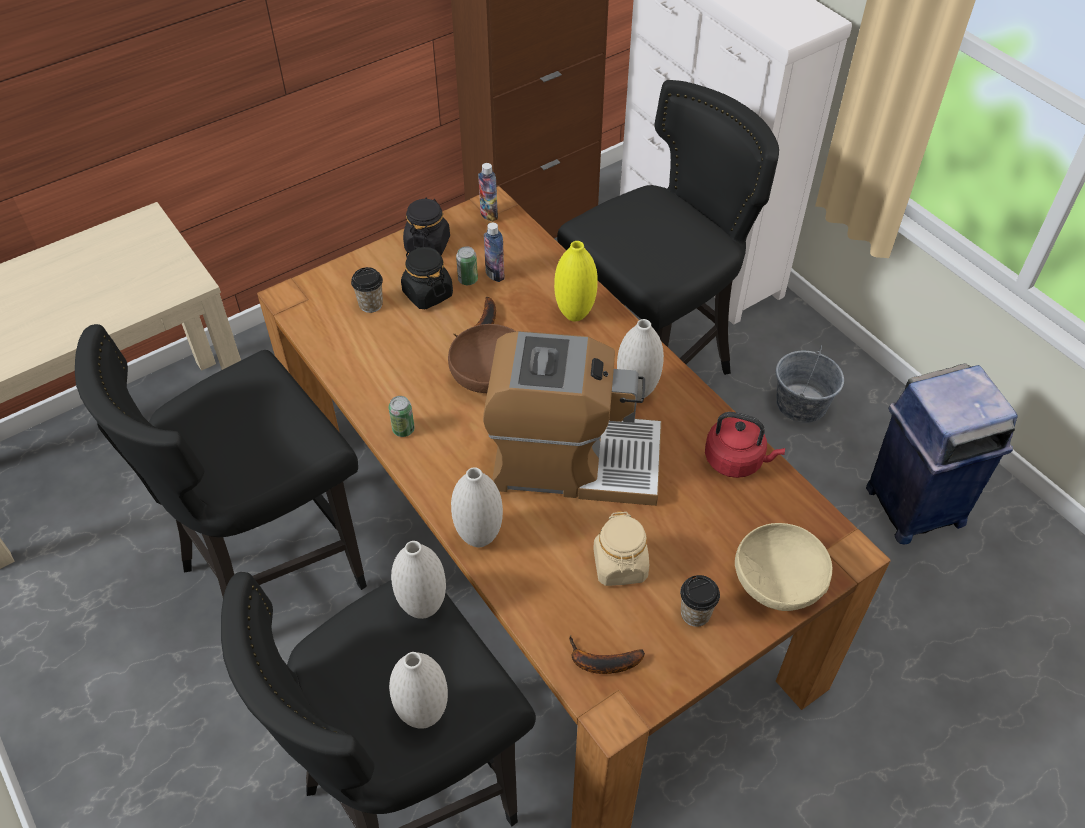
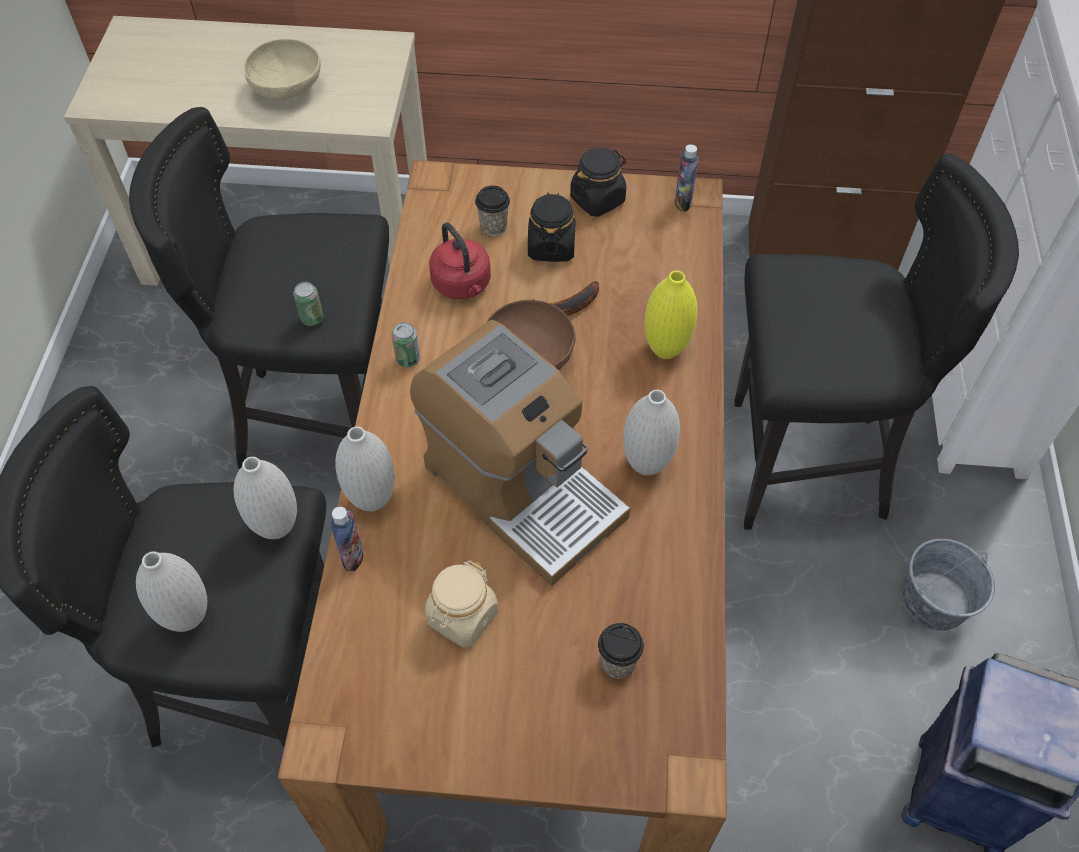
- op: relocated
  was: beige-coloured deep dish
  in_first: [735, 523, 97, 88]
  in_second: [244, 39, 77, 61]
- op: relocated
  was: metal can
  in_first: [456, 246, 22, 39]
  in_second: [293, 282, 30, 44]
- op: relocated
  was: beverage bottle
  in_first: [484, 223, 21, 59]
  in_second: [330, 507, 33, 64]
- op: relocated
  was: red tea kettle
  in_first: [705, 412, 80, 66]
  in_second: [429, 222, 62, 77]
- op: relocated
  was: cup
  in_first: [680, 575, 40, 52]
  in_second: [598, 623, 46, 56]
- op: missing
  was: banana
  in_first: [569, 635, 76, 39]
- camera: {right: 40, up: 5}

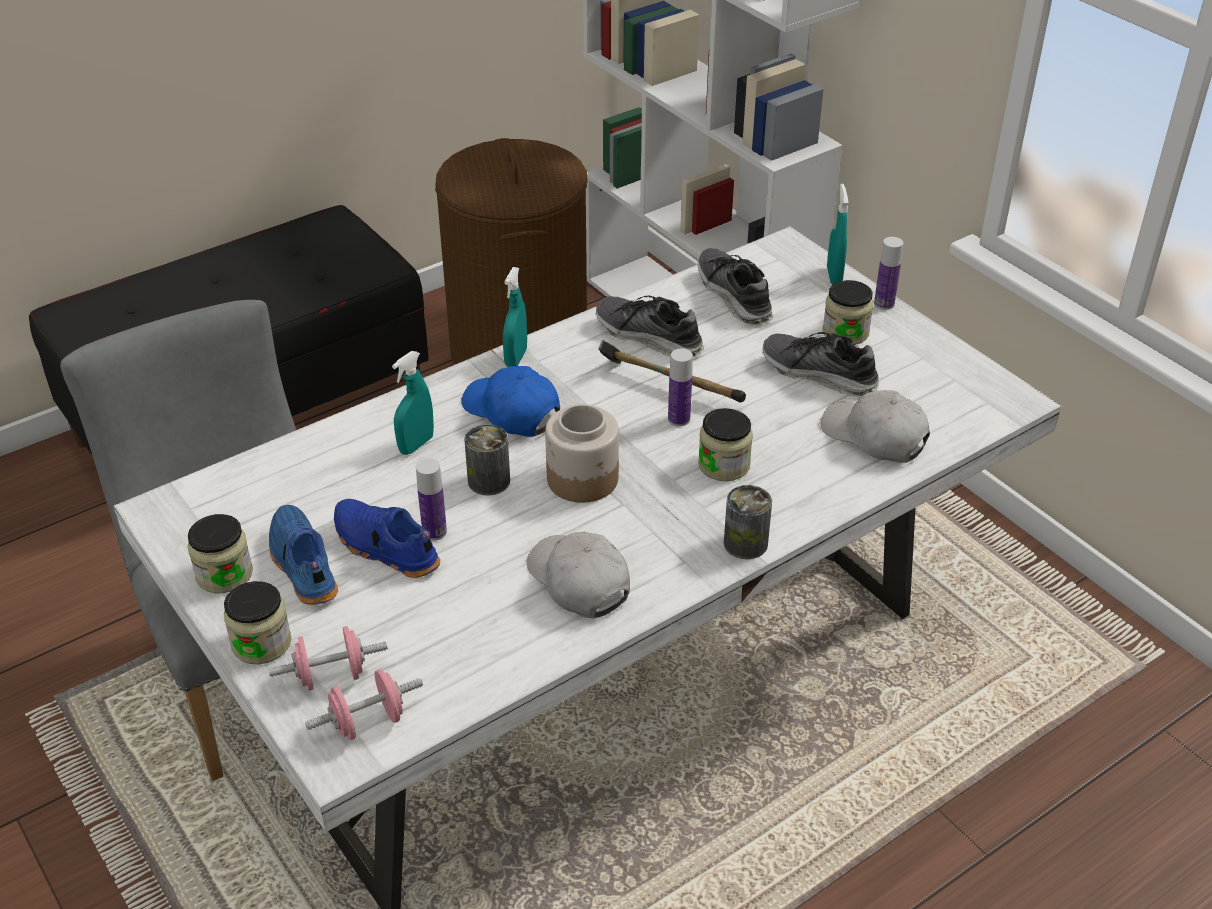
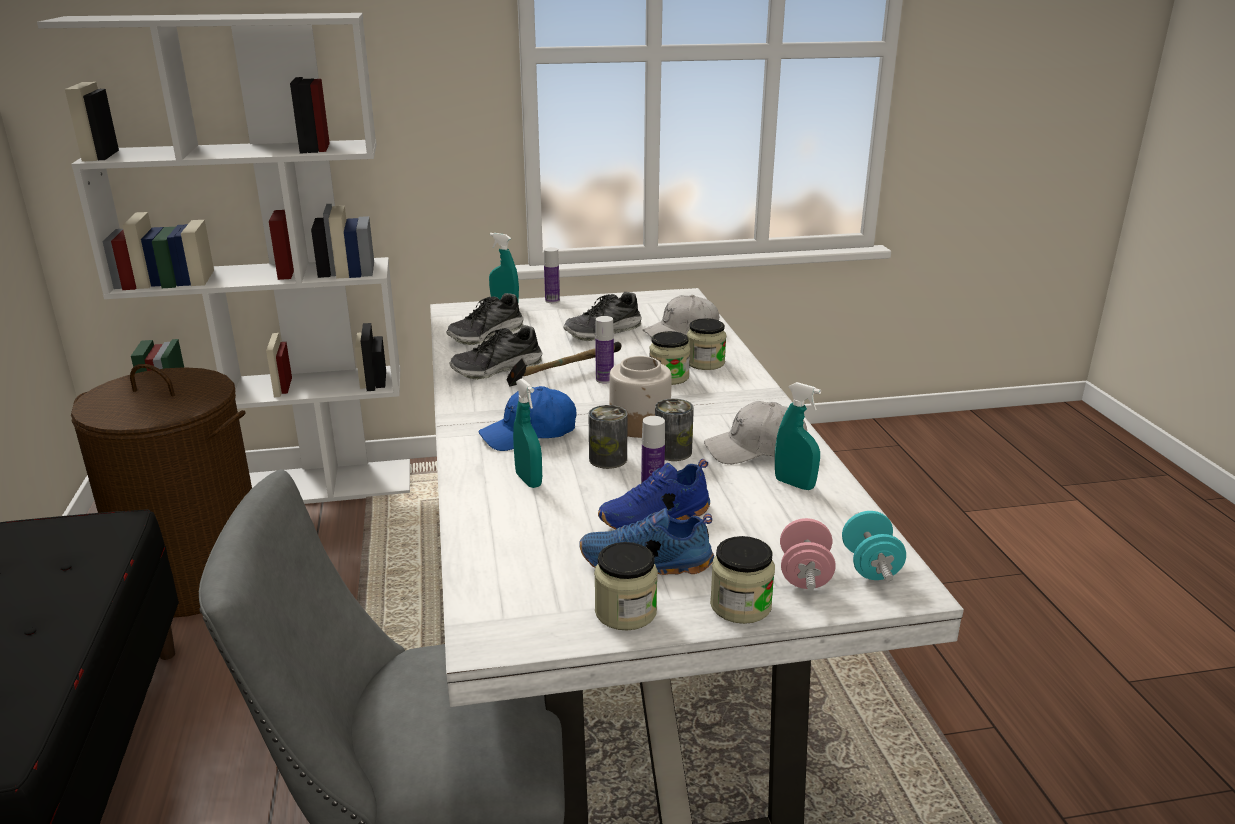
- op: spun
  was: item of footwear
  in_first: [697, 248, 76, 77]
  in_second: [447, 293, 77, 52]
  clockwise: -45
- op: relocated
  was: metal can
  in_first: [724, 485, 48, 74]
  in_second: [655, 399, 39, 62]
- op: relocated
  was: storage jar
  in_first: [822, 280, 51, 65]
  in_second: [687, 318, 40, 52]
- op: relocated
  was: turquoise-coloured sprayer
  in_first: [503, 267, 24, 100]
  in_second: [775, 382, 46, 108]
- op: colour
  was: pink-coloured hand weight
  now: turquoise-coloured hand weight
  in_first: [305, 669, 118, 71]
  in_second: [842, 511, 64, 70]
- camera: {right: -65, up: -15}

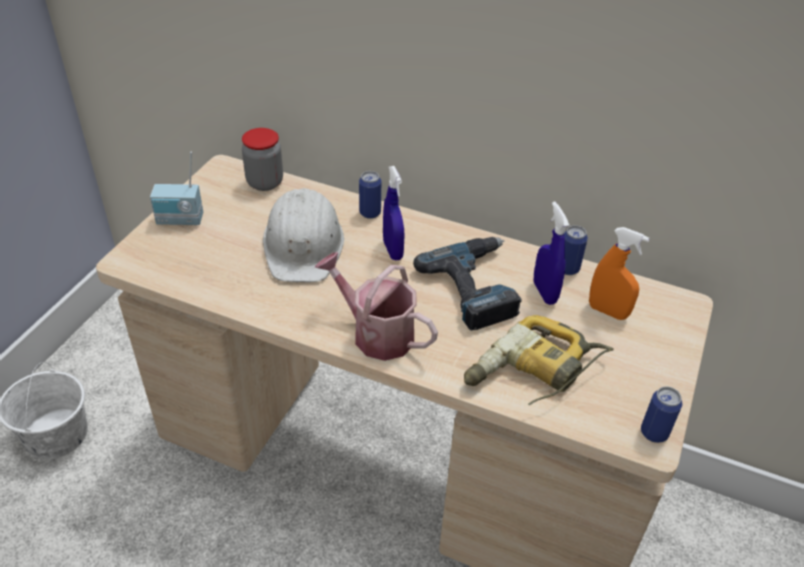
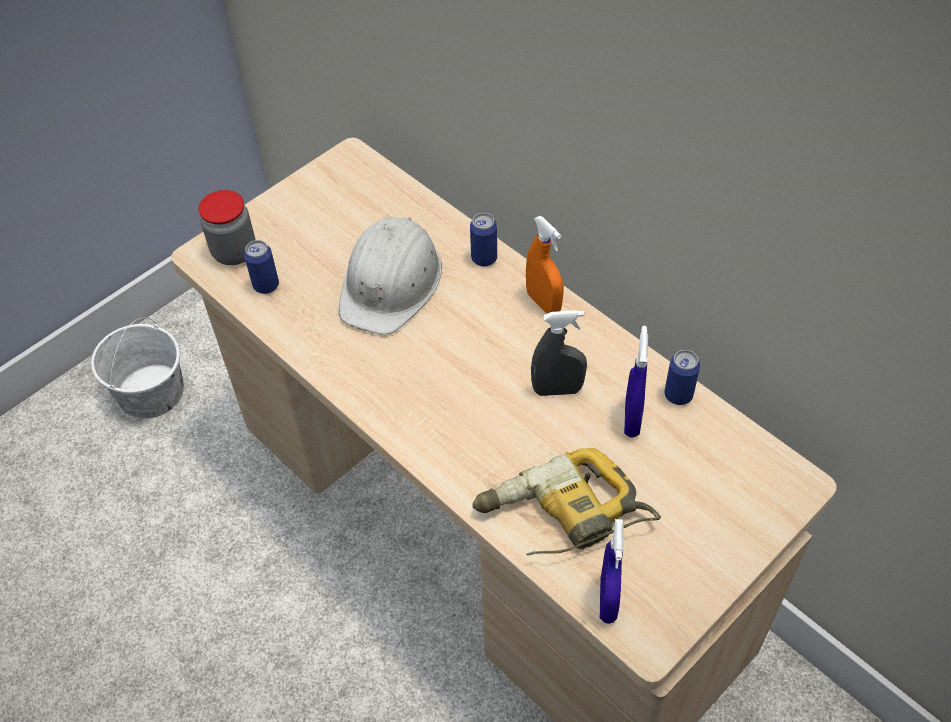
- op: relocated
  was: storage jar
  in_first: [242, 128, 41, 63]
  in_second: [199, 190, 56, 75]
- op: relocated
  was: metal can
  in_first: [641, 386, 41, 57]
  in_second: [244, 240, 35, 54]
- op: relocated
  was: orange-coloured sprayer
  in_first: [589, 227, 60, 93]
  in_second: [526, 216, 38, 98]
- op: exchanged
  was: power drill
  now: gray sprayer
  in_first: [413, 237, 109, 93]
  in_second: [531, 310, 56, 86]
- op: relocated
  was: bluish sprayer
  in_first: [383, 166, 22, 94]
  in_second: [600, 519, 24, 105]
- op: missing
  was: radio
  in_first: [150, 152, 53, 73]
- op: missing
  was: watering pot
  in_first: [315, 252, 123, 109]
- camera: {right: 25, up: 10}

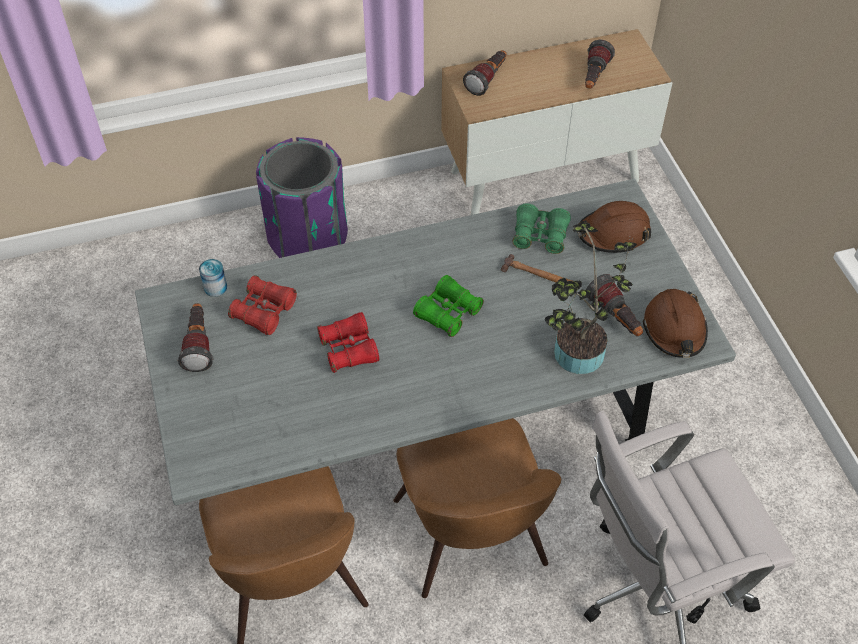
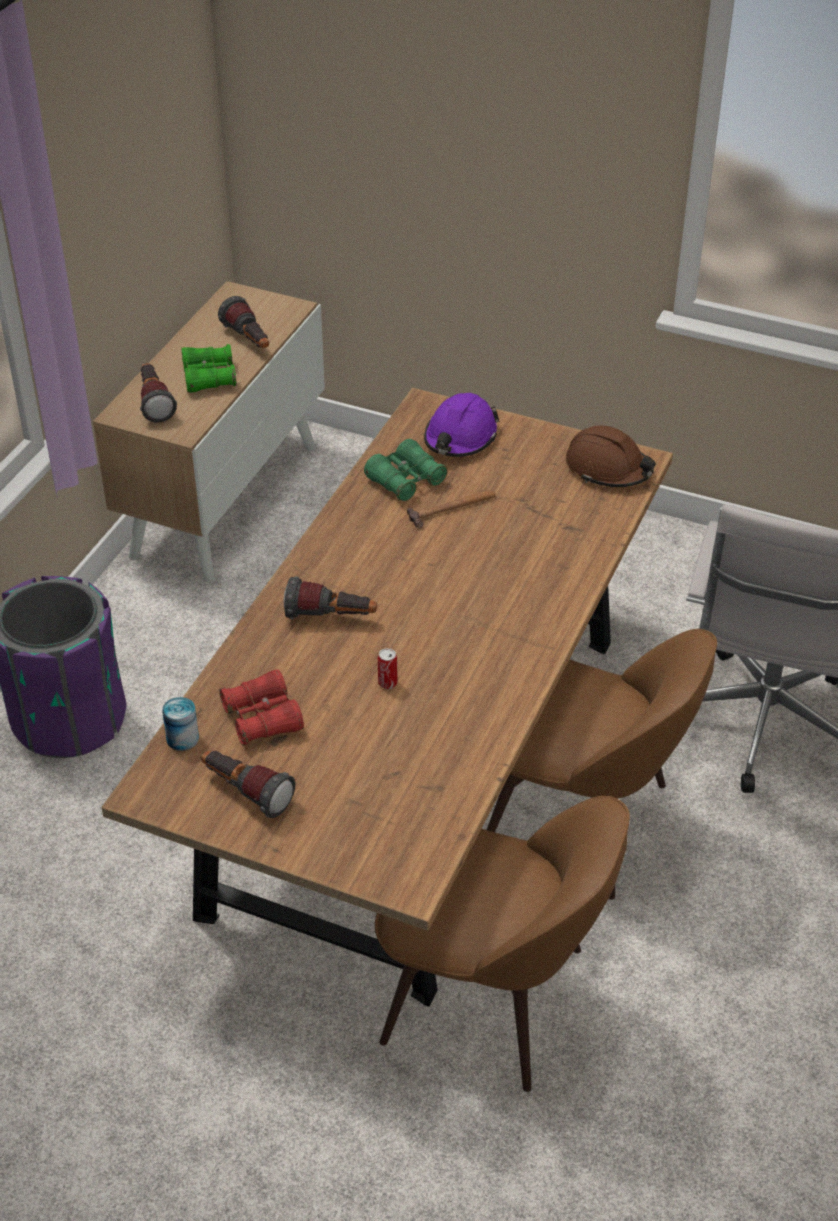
- op: colour
  was: gray kitchen table
  now: brownish kitchen table
  in_first: [135, 179, 601, 327]
  in_second: [102, 388, 571, 619]
- op: relocated
  was: green-coloured field glasses
  in_first: [413, 275, 71, 62]
  in_second: [181, 344, 56, 49]
- op: relocated
  was: flashlight
  in_first: [586, 274, 57, 62]
  in_second: [284, 577, 93, 42]
- op: exchanged
  was: red field glasses
  now: metal can
  in_first: [317, 312, 62, 61]
  in_second: [378, 648, 19, 41]
- op: colour
  was: brownish work helmet
  now: purplish work helmet
  in_first: [577, 201, 74, 52]
  in_second: [424, 393, 76, 64]
- op: missing
  was: houseplant
  in_first: [545, 223, 92, 151]
- camera: {right: -50, up: -10}

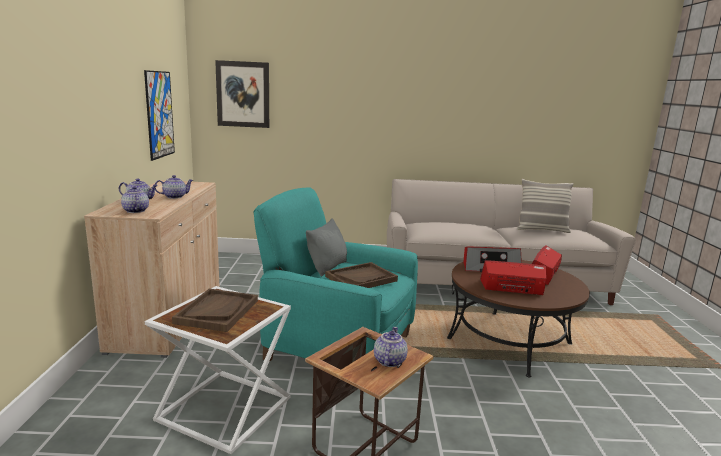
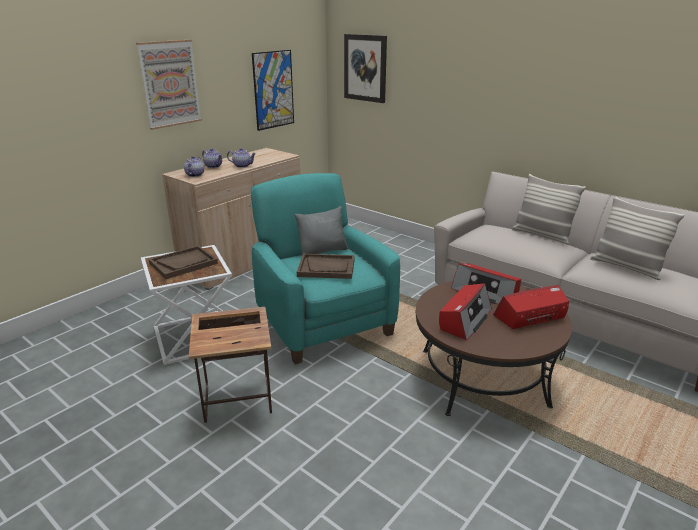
- op: appeared
  now: wall picture
  in_second: [136, 40, 66, 90]
- op: spun
  was: radio
  in_first: [480, 260, 66, 35]
  in_second: [439, 284, 53, 57]
  clockwise: 75
- op: appeared
  now: pillow
  in_second: [512, 174, 74, 70]
- op: missing
  was: teapot
  in_first: [374, 327, 34, 40]
- camera: {right: 40, up: 10}

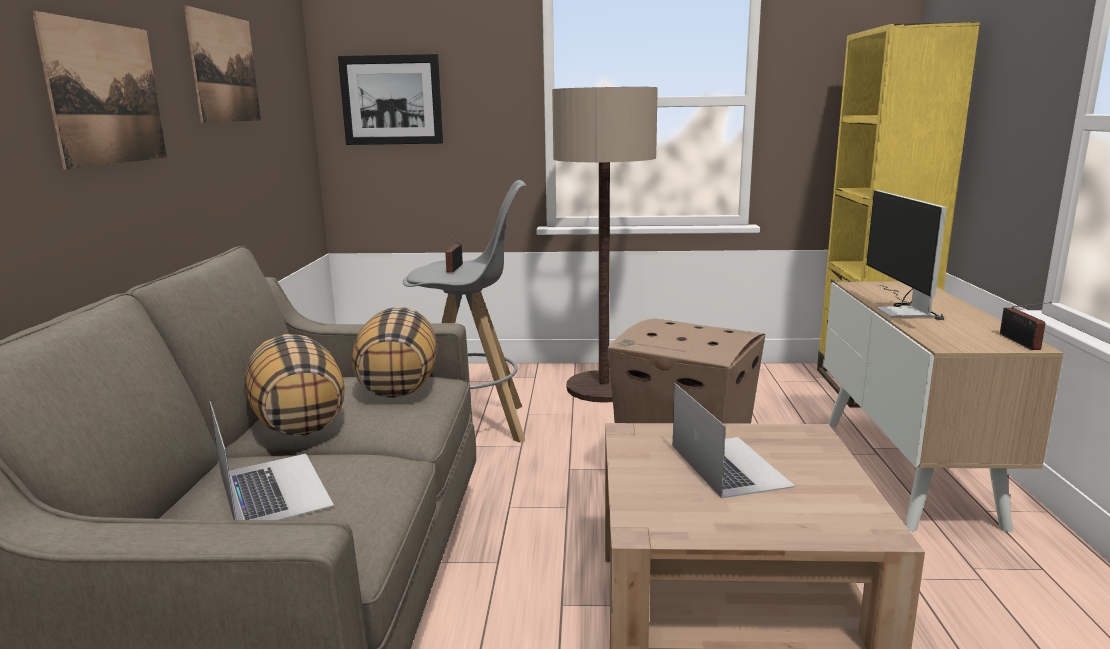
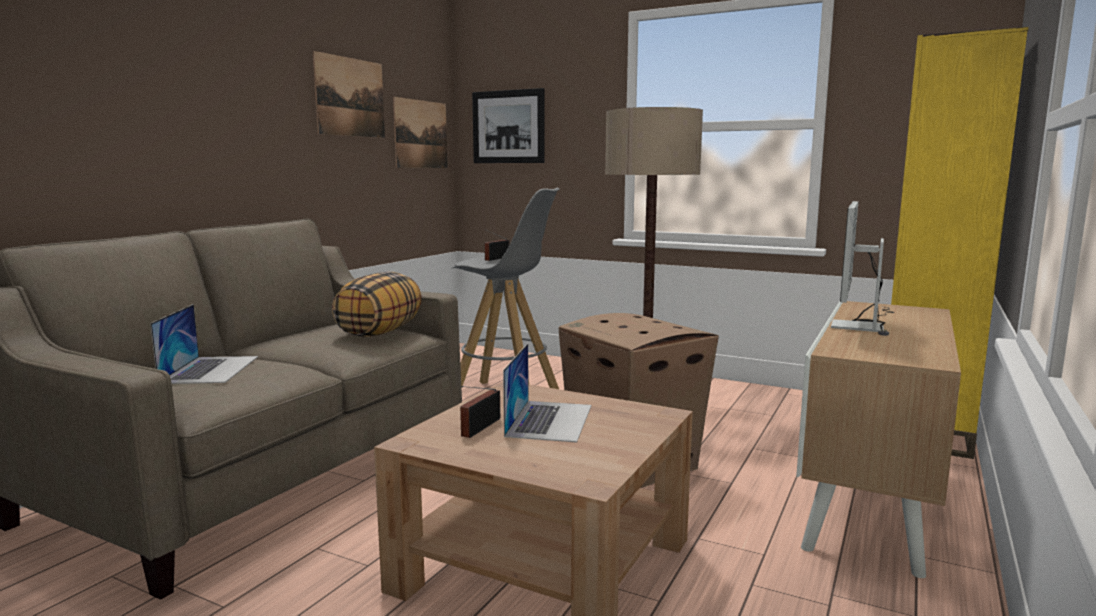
- op: relocated
  was: wall picture
  in_first: [32, 11, 135, 159]
  in_second: [393, 97, 55, 71]
- op: relocated
  was: radio
  in_first: [1000, 302, 52, 48]
  in_second: [460, 386, 40, 52]
- op: missing
  was: pillow
  in_first: [245, 334, 100, 102]
- camera: {right: 25, up: -5}

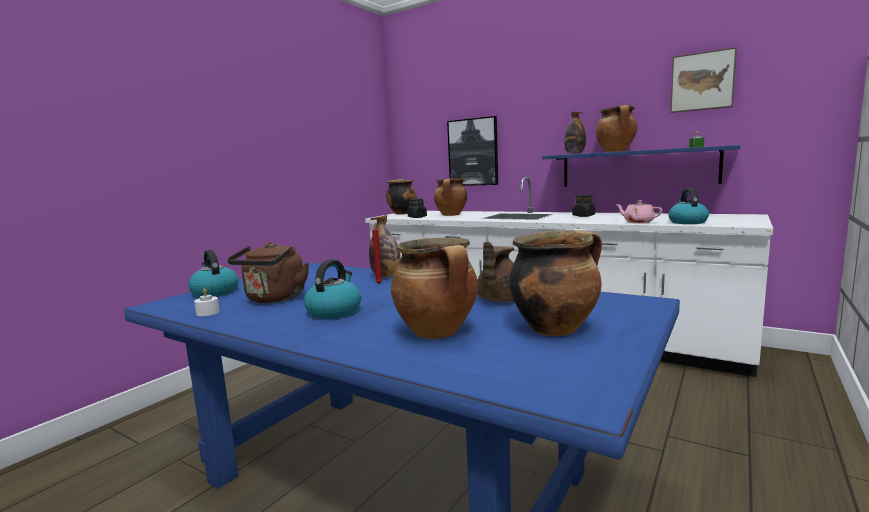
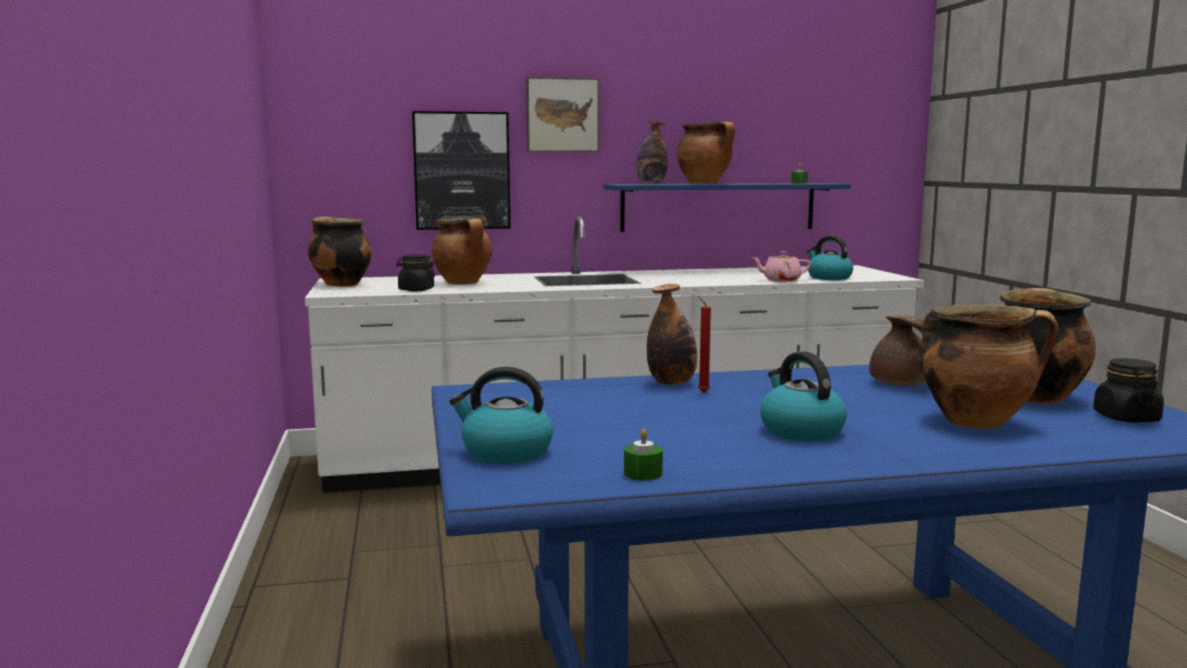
- op: relocated
  was: wall picture
  in_first: [670, 47, 67, 66]
  in_second: [526, 77, 73, 75]
- op: colour
  was: white-coloured candle
  now: green-coloured candle
  in_first: [194, 288, 26, 28]
  in_second: [624, 429, 39, 51]
- op: relocated
  was: blackish storage jar
  in_first: [572, 194, 23, 23]
  in_second: [1093, 358, 71, 64]
- op: missing
  was: brownish tea kettle
  in_first: [227, 242, 82, 61]
- camera: {right: -45, up: 0}

